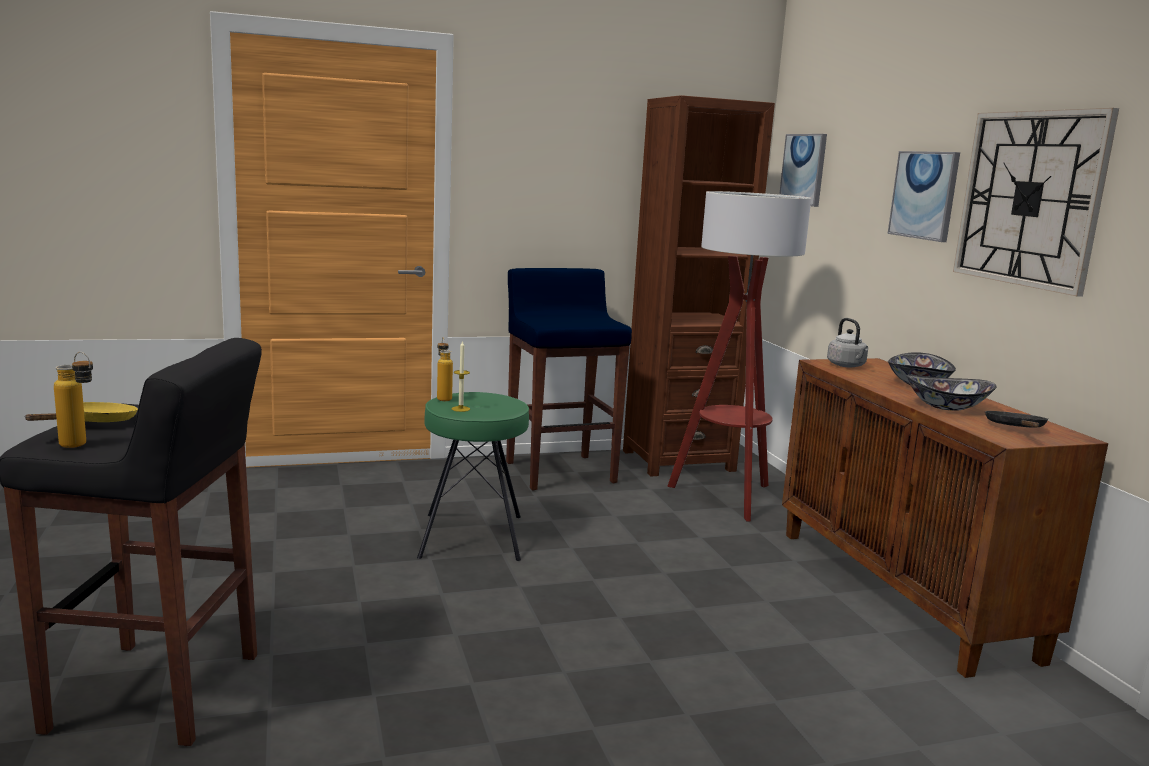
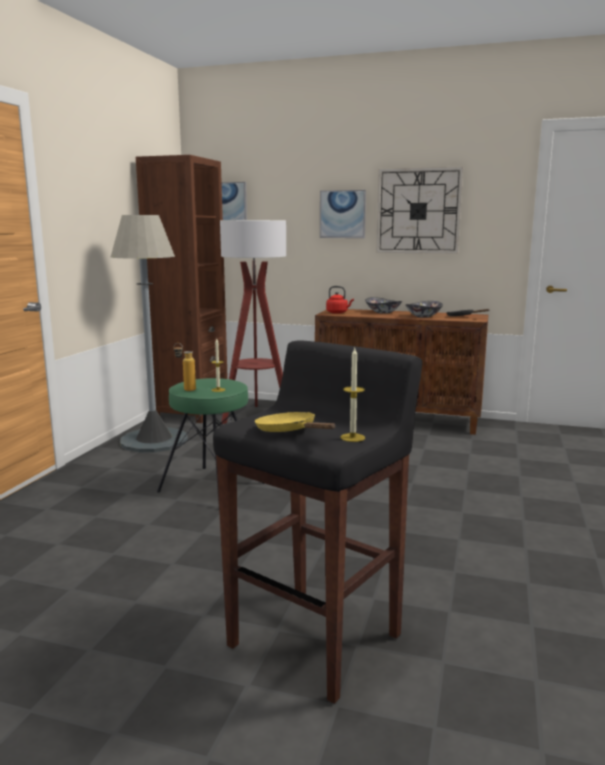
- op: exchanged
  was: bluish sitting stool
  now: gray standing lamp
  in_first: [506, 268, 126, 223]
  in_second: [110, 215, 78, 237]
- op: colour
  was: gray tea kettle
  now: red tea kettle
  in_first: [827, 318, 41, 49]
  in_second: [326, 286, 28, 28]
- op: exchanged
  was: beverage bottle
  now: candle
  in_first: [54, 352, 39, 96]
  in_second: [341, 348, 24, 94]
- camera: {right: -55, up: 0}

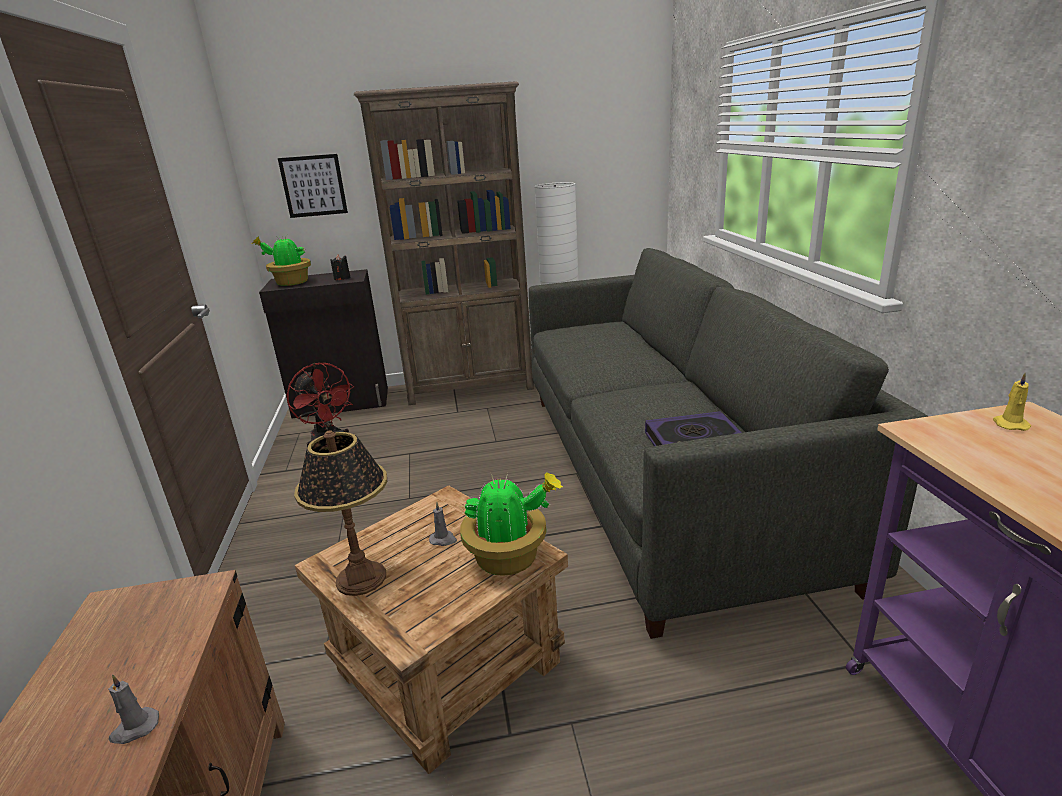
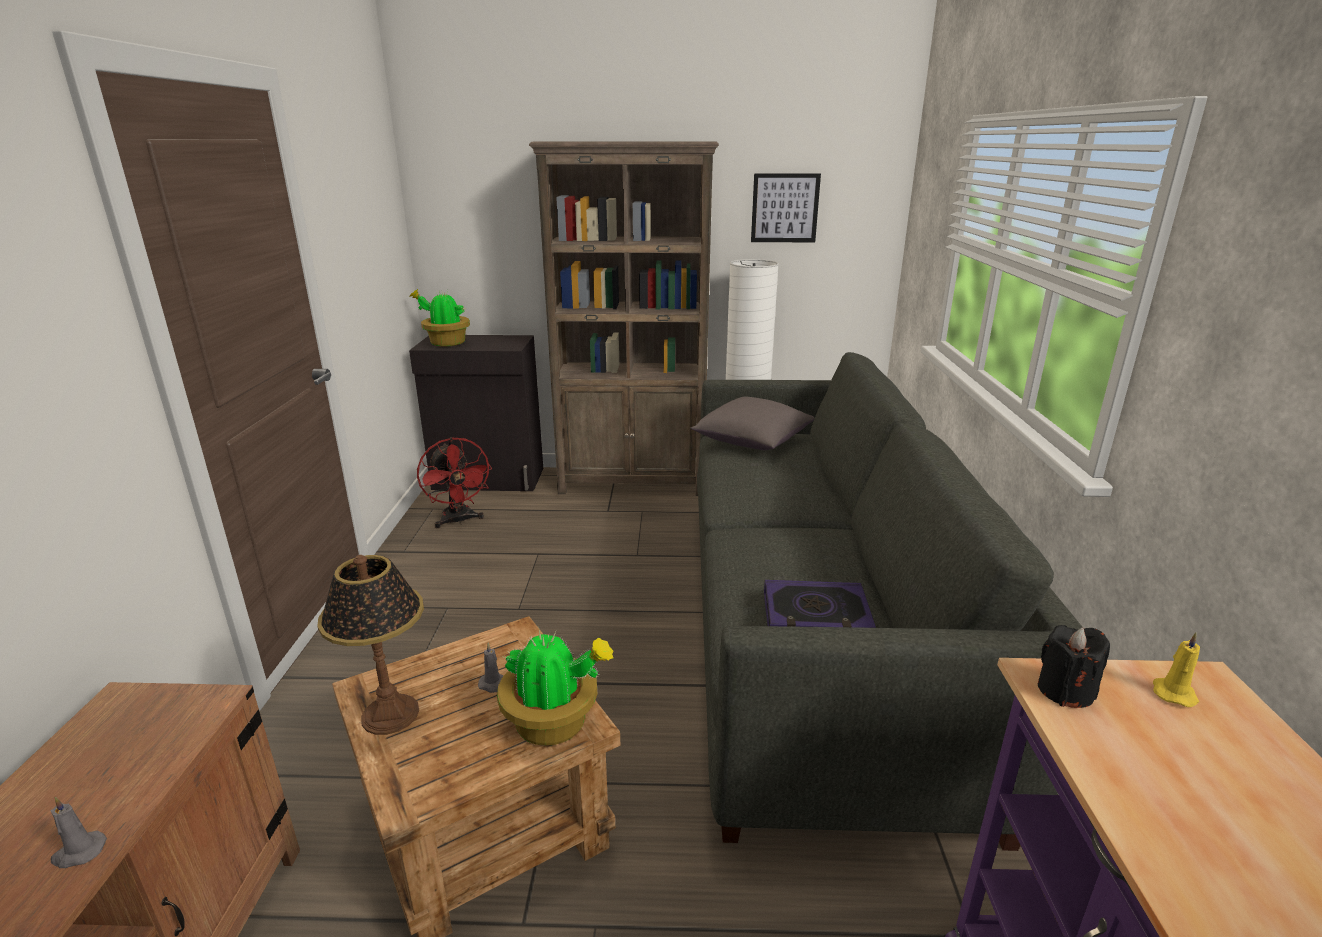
- op: appeared
  now: gray pillow
  in_second: [691, 397, 124, 53]
- op: relocated
  was: wall picture
  in_first: [278, 154, 70, 64]
  in_second: [751, 173, 70, 69]
- op: relocated
  was: blackish candle
  in_first: [330, 254, 21, 26]
  in_second: [1038, 625, 72, 83]
- camera: {right: 10, up: 0}

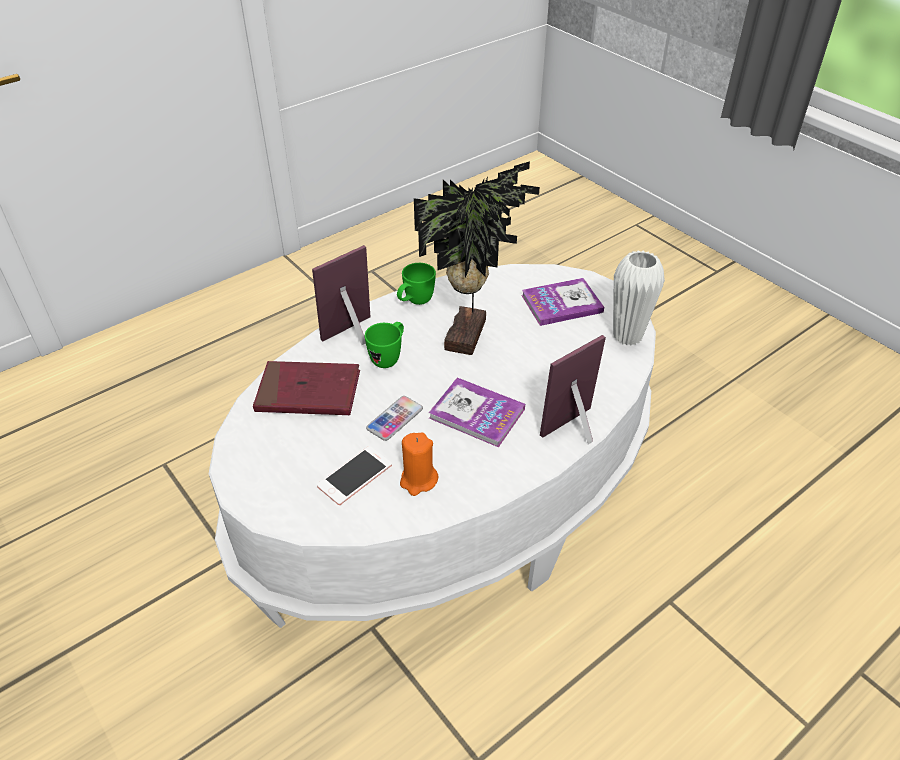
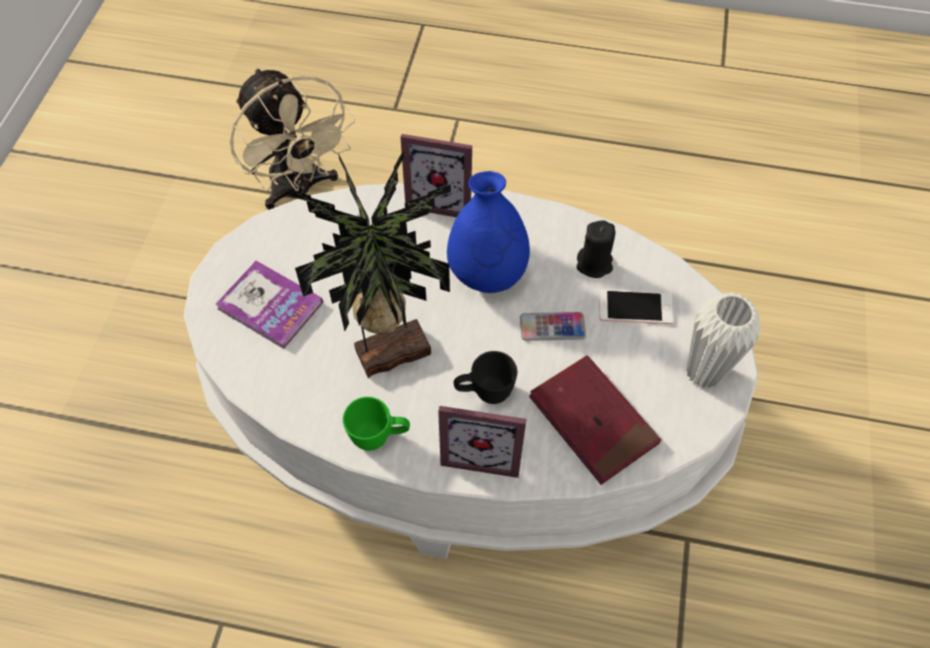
- op: appeared
  now: beige-coloured electric fan
  in_second: [229, 67, 126, 143]
- op: exchanged
  was: bound book
  now: bluish flower vase
  in_first: [429, 377, 96, 70]
  in_second: [447, 171, 83, 122]
- op: colour
  was: green-coloured coffee mug
  now: blackish coffee mug
  in_first: [365, 322, 39, 46]
  in_second: [454, 351, 63, 53]
- op: colour
  was: orange-coloured candle
  now: blackish candle
  in_first: [400, 432, 39, 64]
  in_second: [577, 220, 38, 58]
- op: relocated
  was: white-coloured flower vase
  in_first: [613, 250, 52, 96]
  in_second: [686, 293, 74, 95]
- camera: {right: -130, up: 15}

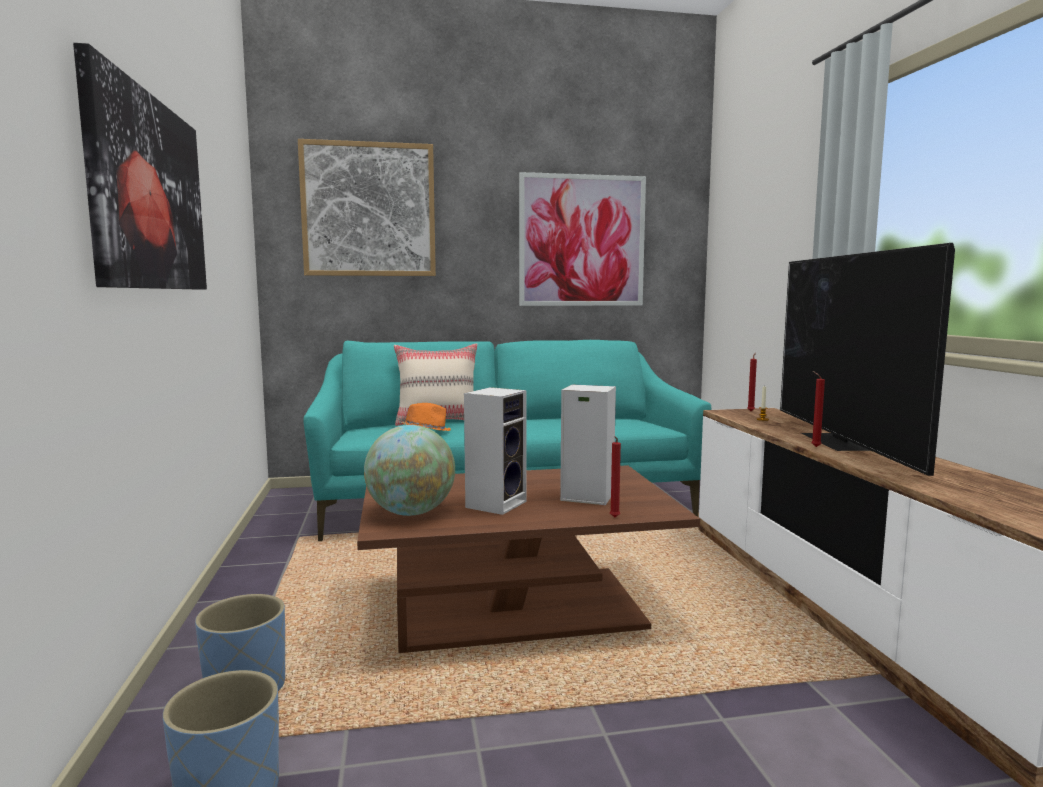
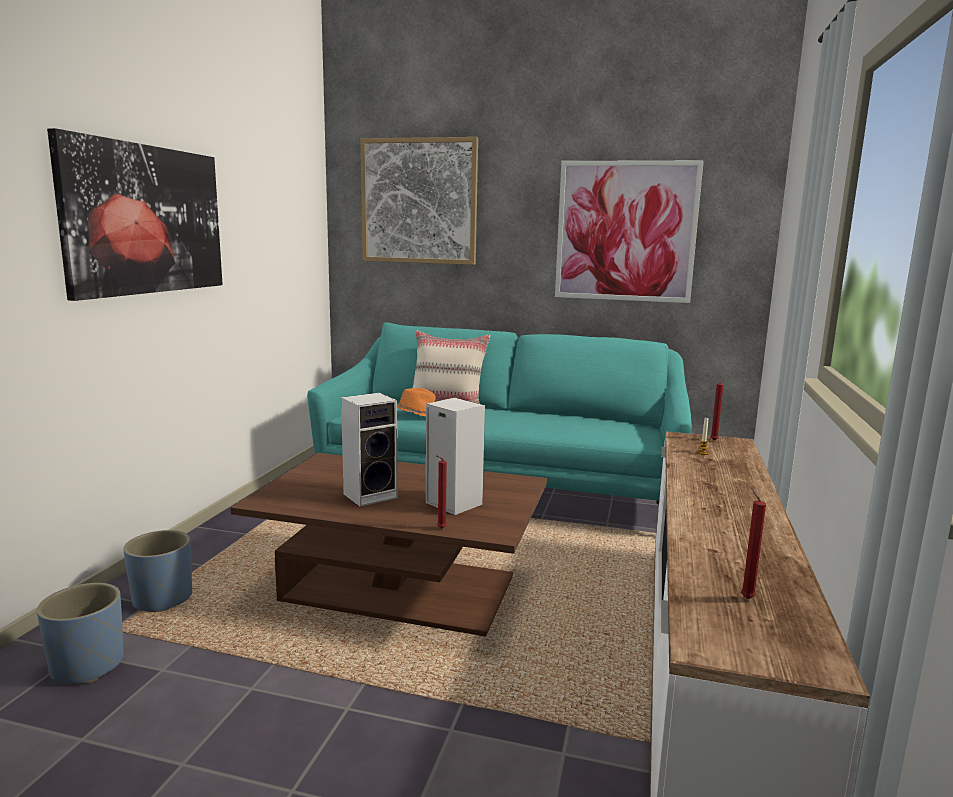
- op: relocated
  was: red candle
  in_first: [811, 371, 14, 76]
  in_second: [741, 487, 25, 112]
- op: missing
  was: desk globe
  in_first: [364, 425, 91, 91]
- op: missing
  was: TV set
  in_first: [780, 243, 175, 233]
- camera: {right: 25, up: 5}

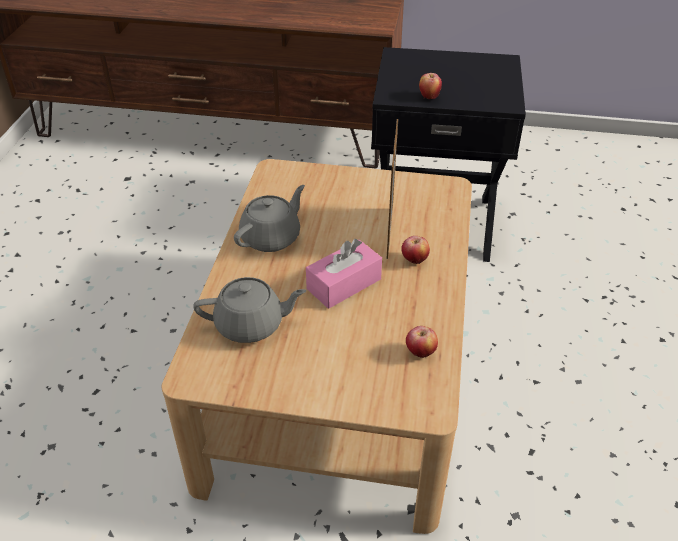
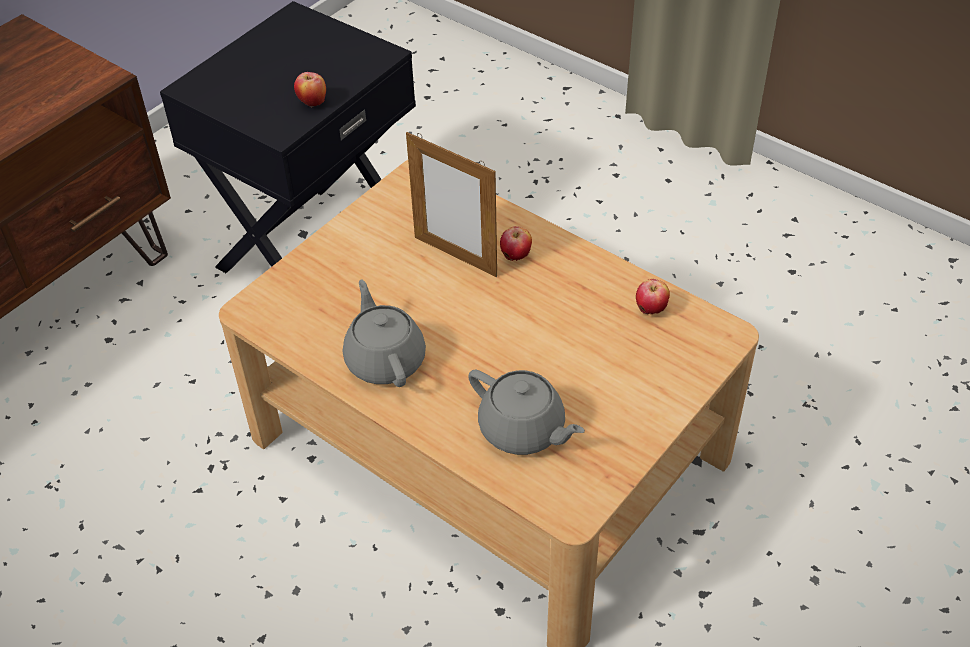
- op: spun
  was: gray teapot
  in_first: [193, 277, 113, 66]
  in_second: [468, 370, 117, 85]
  clockwise: 105
- op: missing
  was: pink-coloured box of tissues
  in_first: [306, 239, 76, 70]
- camera: {right: -60, up: 5}

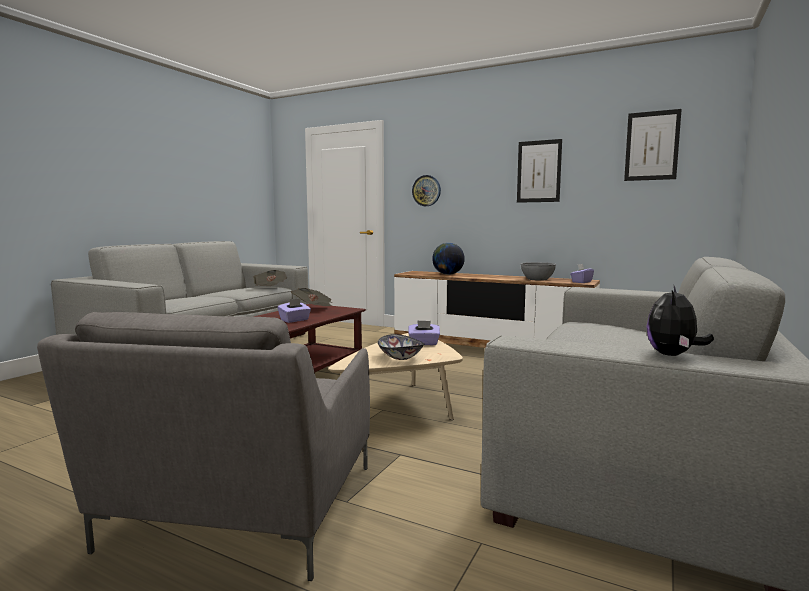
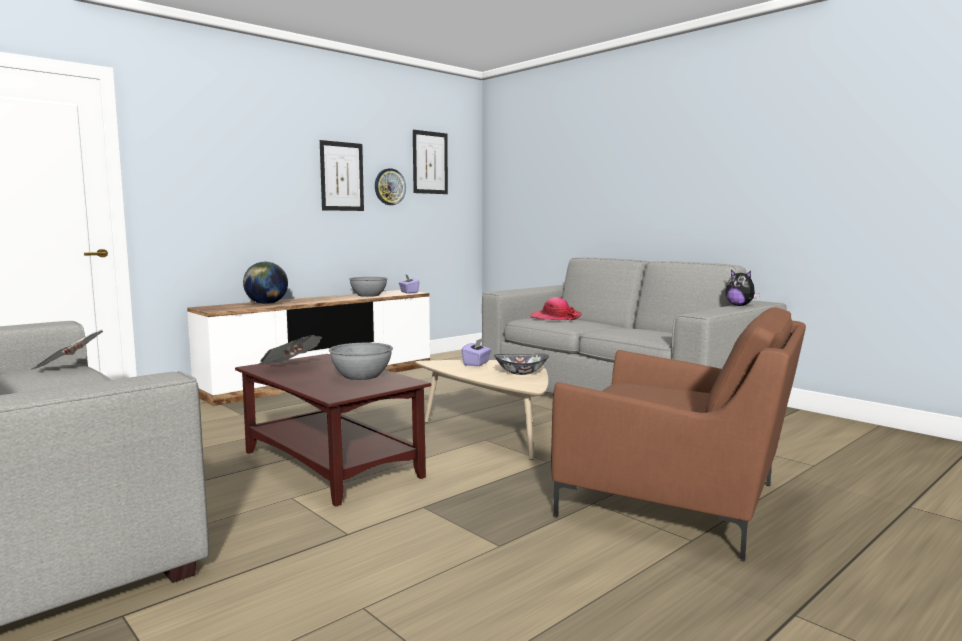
- op: exchanged
  was: purplish box of tissues
  now: gray deep dish
  in_first: [278, 298, 33, 25]
  in_second: [329, 343, 64, 37]
- op: relocated
  was: clock on the wall
  in_first: [412, 175, 29, 31]
  in_second: [375, 168, 31, 37]
- op: appeared
  now: hat
  in_second: [530, 297, 52, 24]
- op: colour
  was: gray armchair
  now: brownish armchair
  in_first: [37, 312, 333, 269]
  in_second: [551, 307, 255, 255]
- camera: {right: -70, up: 0}

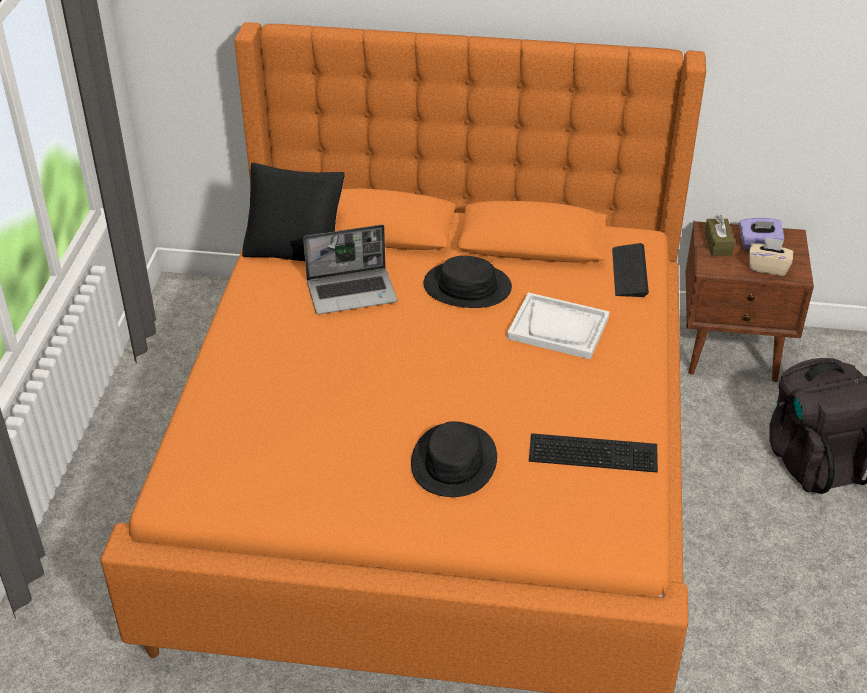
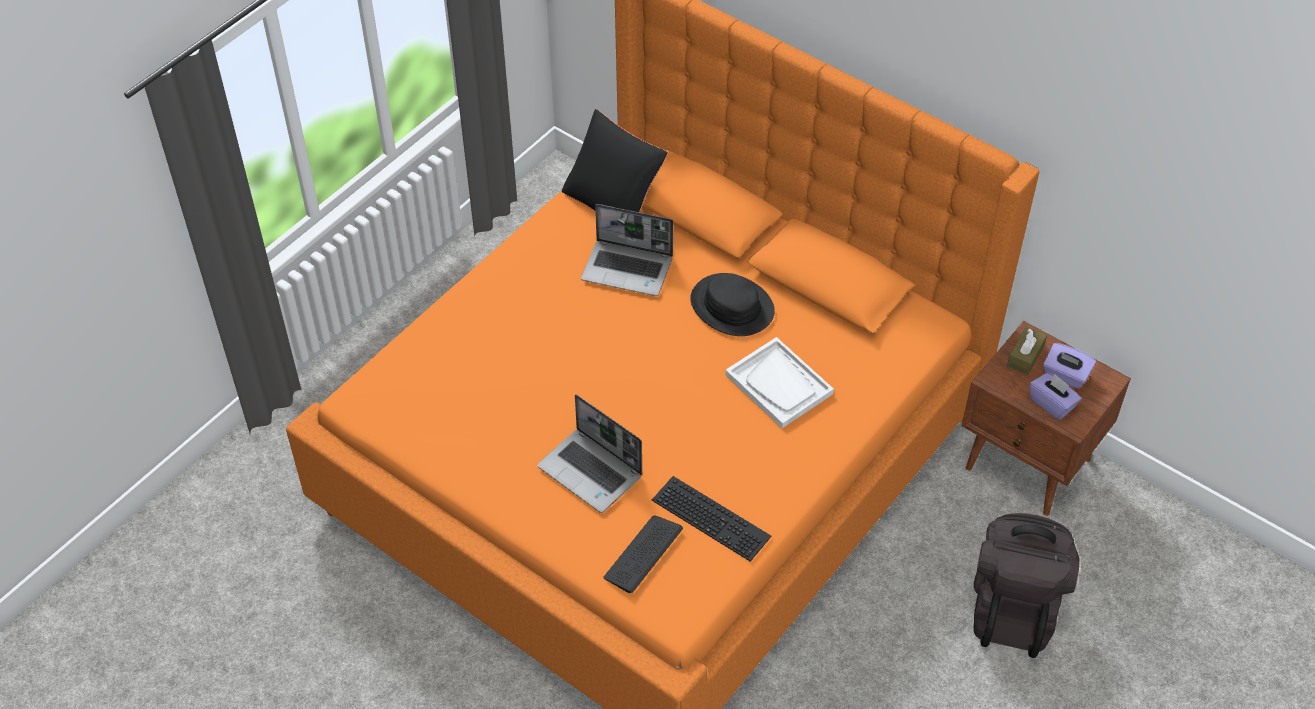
- op: exchanged
  was: blackish hat
  now: laptop
  in_first: [411, 421, 86, 76]
  in_second: [537, 394, 105, 119]
- op: relocated
  was: keyboard
  in_first: [612, 243, 37, 54]
  in_second: [603, 515, 80, 78]
- op: colour
  was: beige-coloured box of tissues
  now: purplish box of tissues
  in_first: [749, 237, 44, 39]
  in_second: [1029, 373, 52, 47]
- camera: {right: 30, up: 10}

